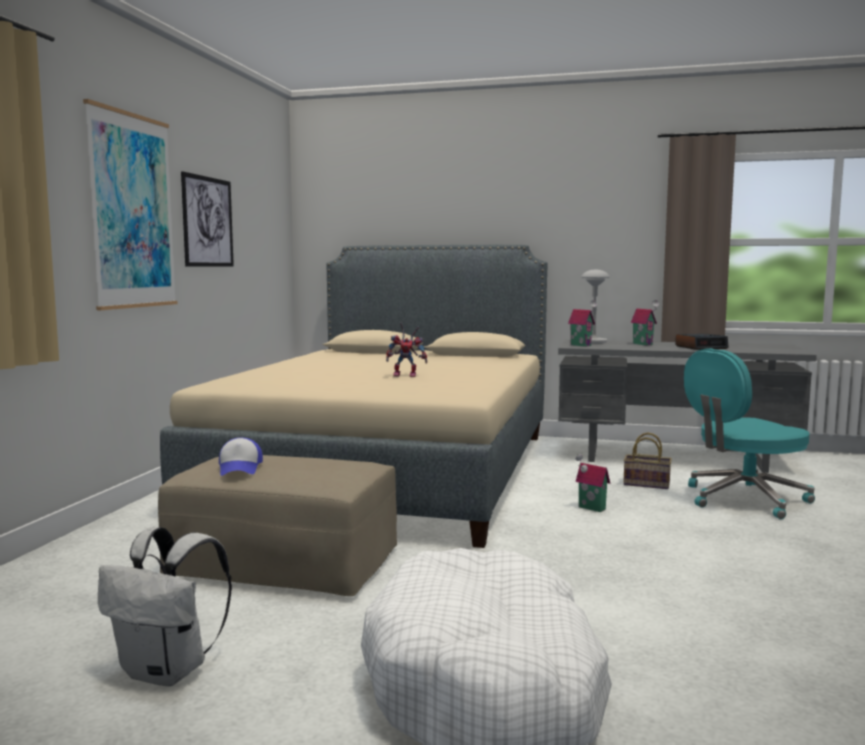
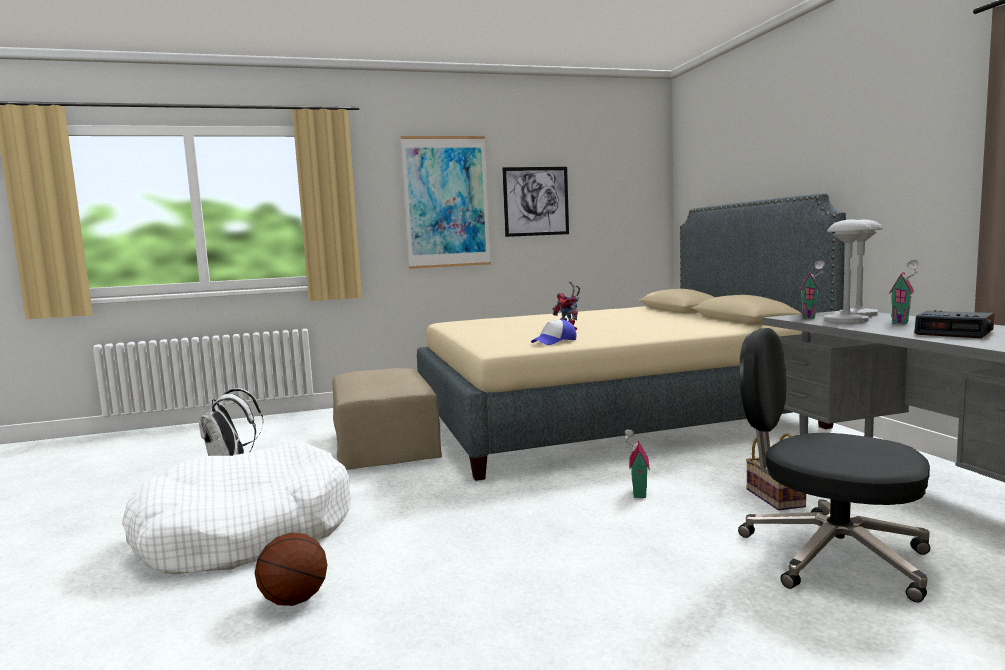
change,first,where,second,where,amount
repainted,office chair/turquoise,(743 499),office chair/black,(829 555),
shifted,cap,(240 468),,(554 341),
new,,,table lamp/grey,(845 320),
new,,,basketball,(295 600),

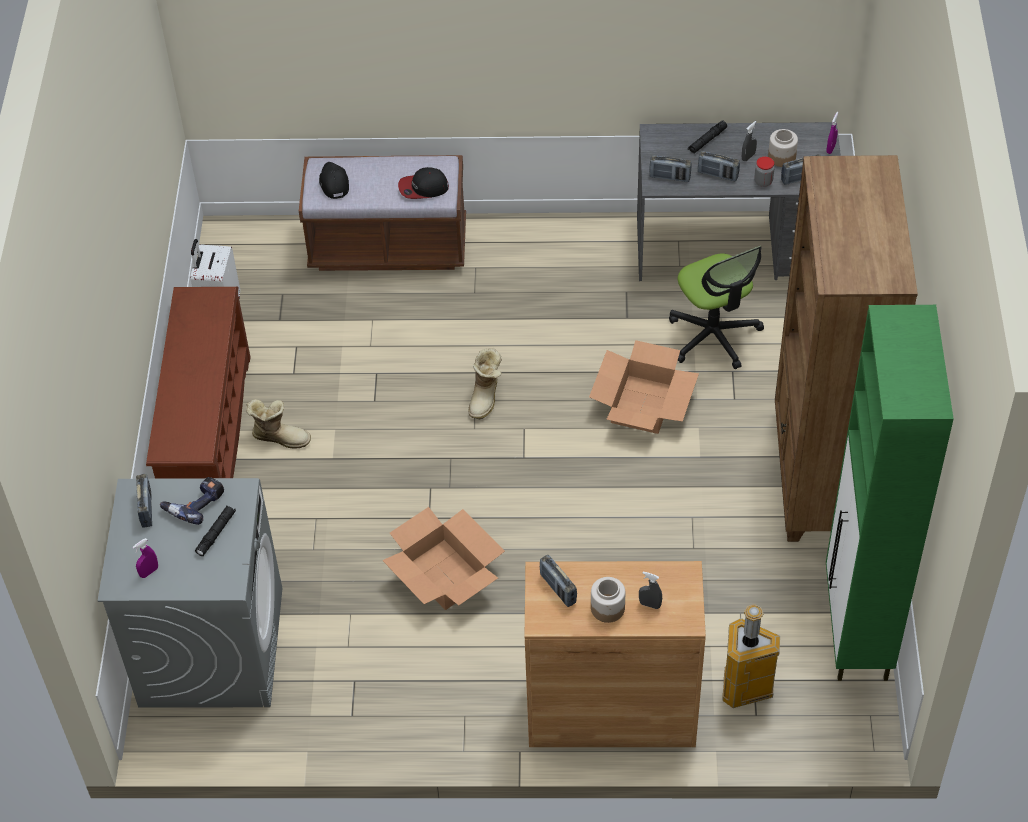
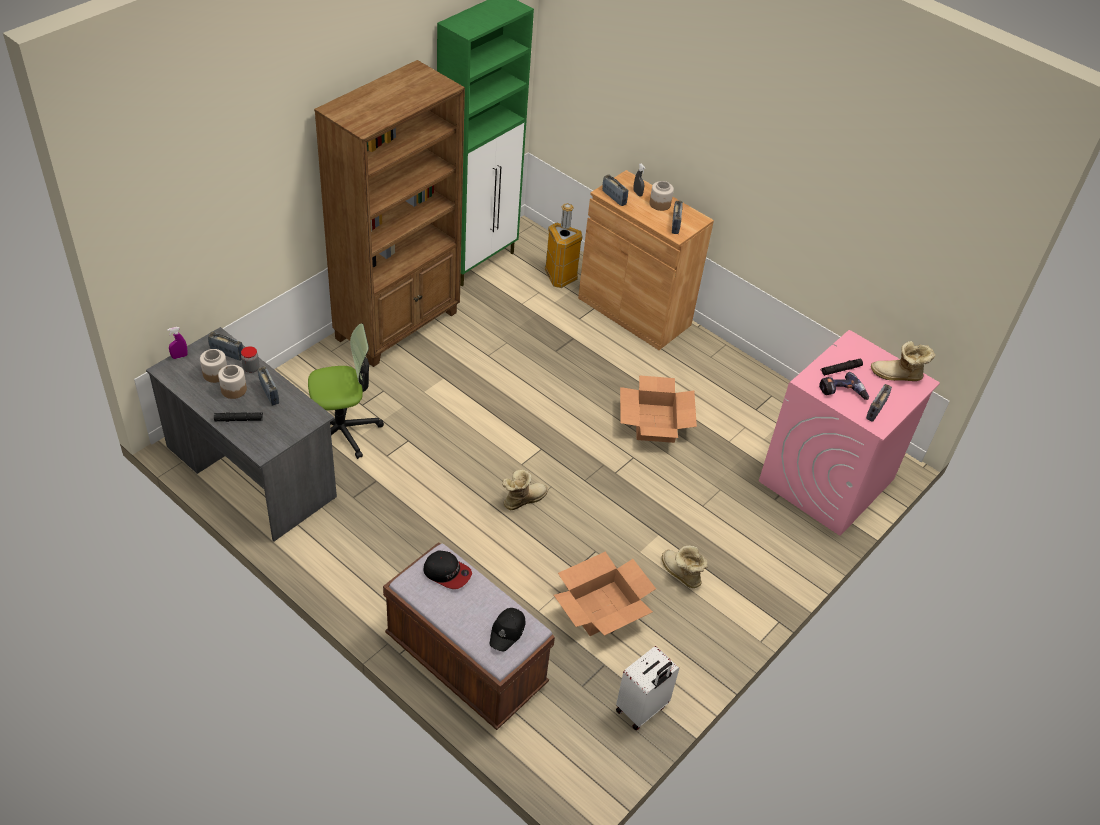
change,first,where,second,where,amount
swapped,spray bottle/grey,(748 157),jar,(233 389),
shifted,radio,(669 177),,(614 198),
rotated,office chair,(714 336),,(343 430),60 degrees clockwise
gone,shoe rack/brown,(208 437),,,
shifted,cardboard box,(643 404),,(601 608),
repainted,washing machine/grey,(211 646),washing machine/pink,(826 480),
swapped,spray bottle/purple,(149 572),boot,(897 376),

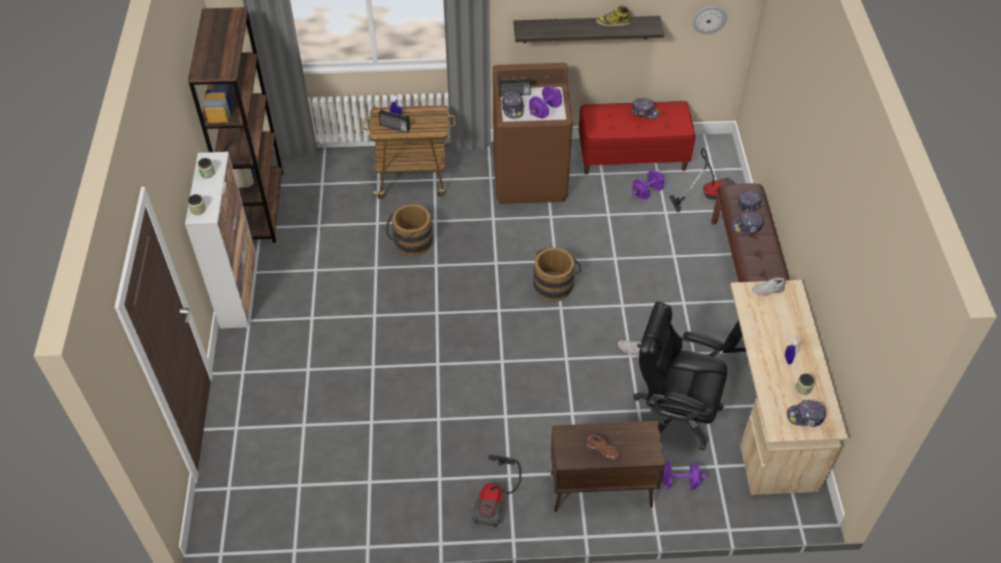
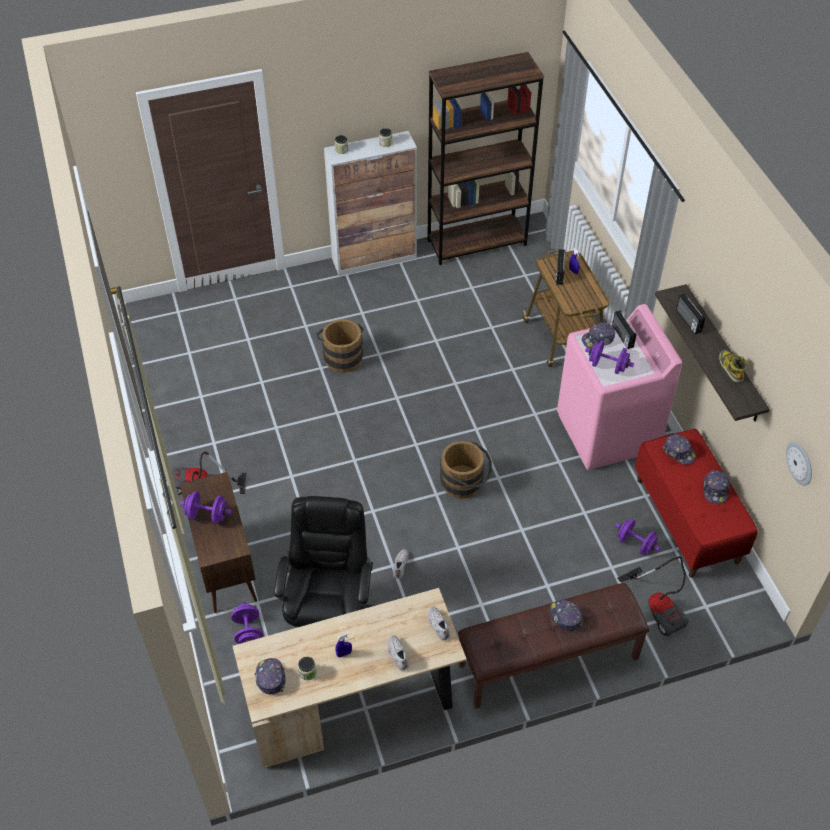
change,first,where,second,where,amount
repainted,washing machine/brown,(530 178),washing machine/pink,(607 432),
shifted,cap,(750 203),,(679 452),
shifted,bucket/brown,(409 243),,(342 356),
swapped,shoe/brown,(603 450),dumbbell/purple,(207 515),
new,,,radio,(687 321),
new,,,shoe/white,(397 654),

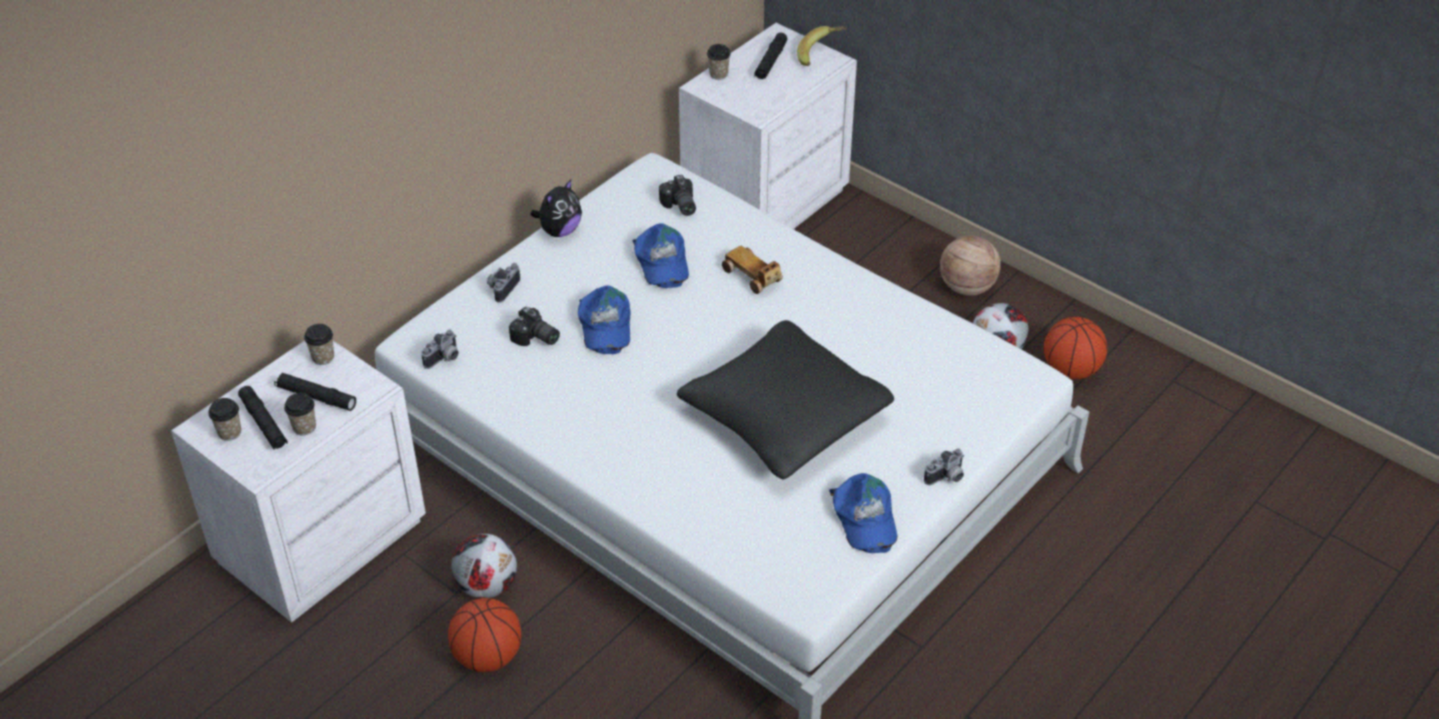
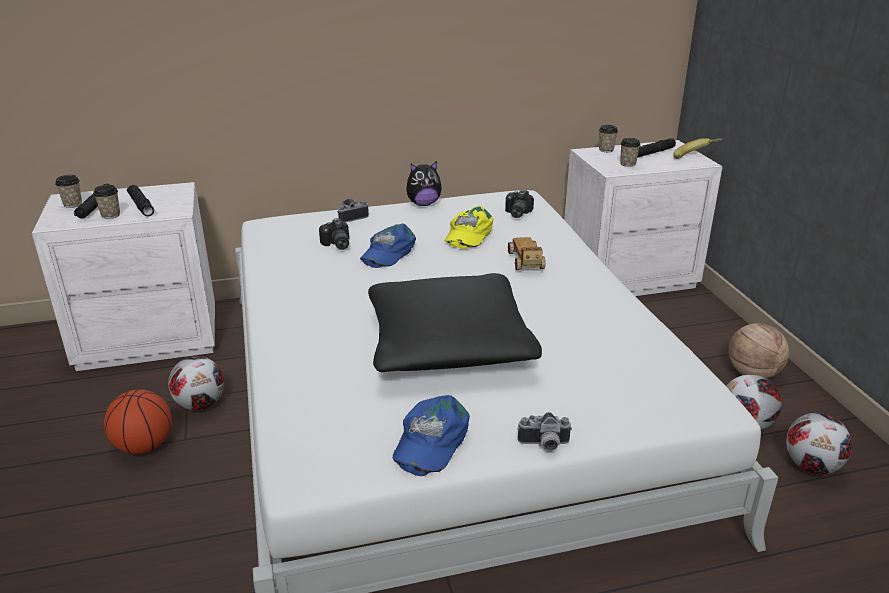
change,first,where,second,where,amount
repainted,cap/blue,(661 262),cap/yellow,(468 234),
swapped,basketball,(1070 370),football,(812 466),
shifted,cup,(323 357),,(628 164),
gone,photo camera,(444 359),,,

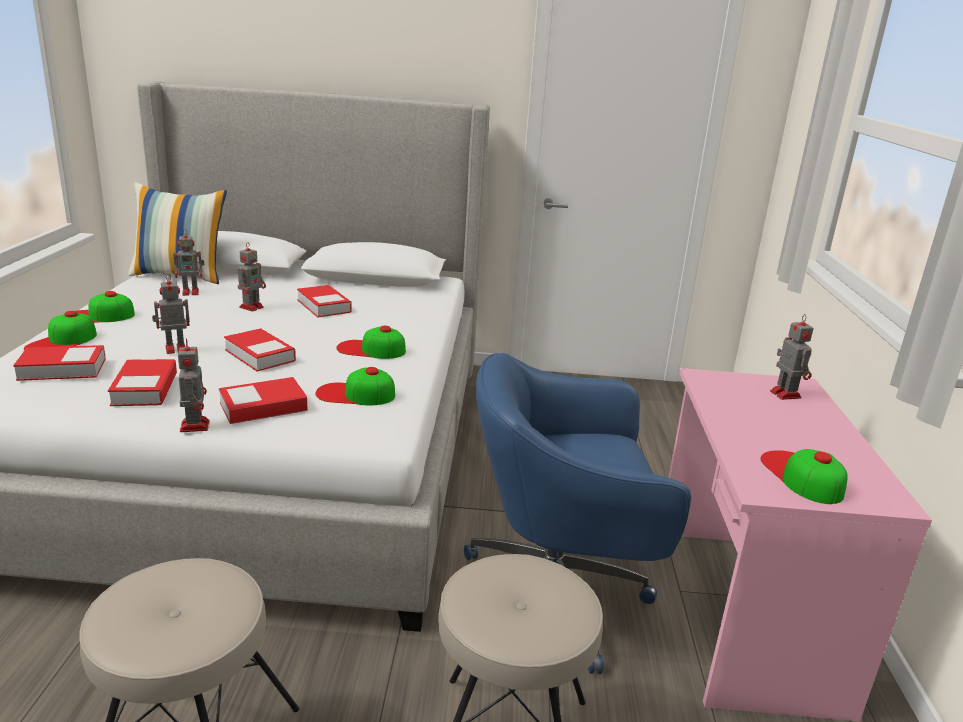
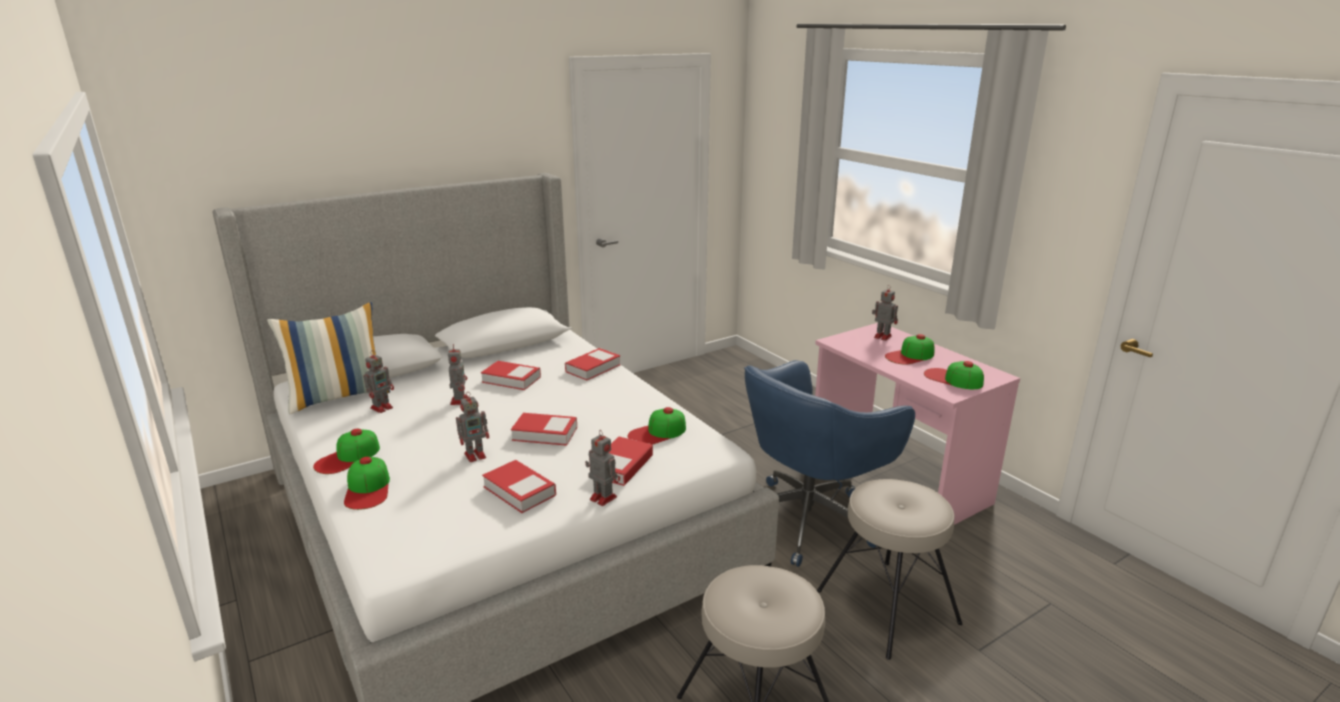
change,first,where,second,where,amount
rotated,toy robot,(174 349),,(476 455),150 degrees counterclockwise
shifted,cap,(371 349),,(910 356),
shifted,book,(62 369),,(593 368),

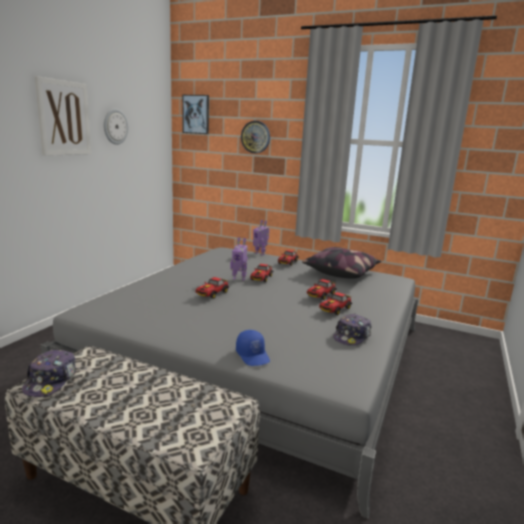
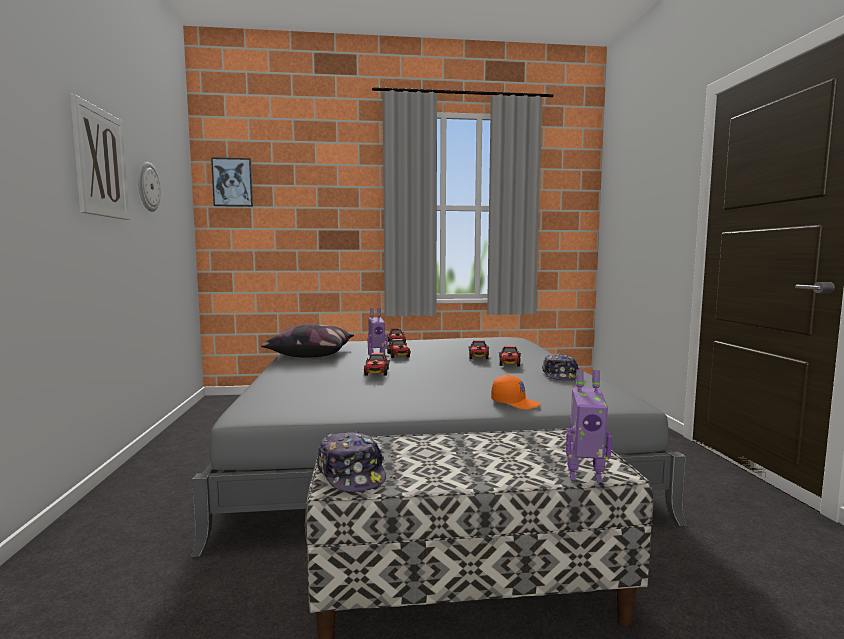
change,first,where,second,where,amount
gone,wall clock,(255 137),,,
shifted,toy robot,(260 253),,(584 476),
shifted,pillow,(341 272),,(311 354),
repainted,cap/blue,(253 355),cap/orange,(515 403),

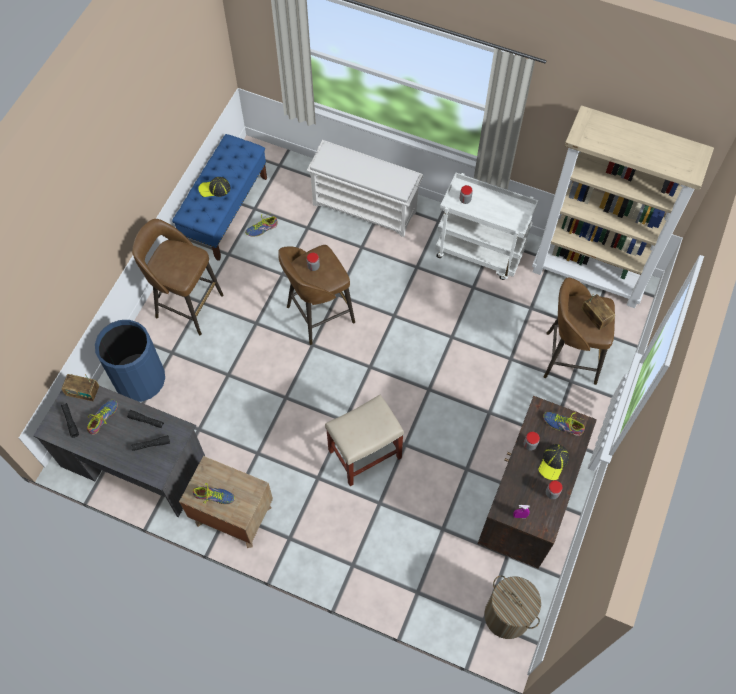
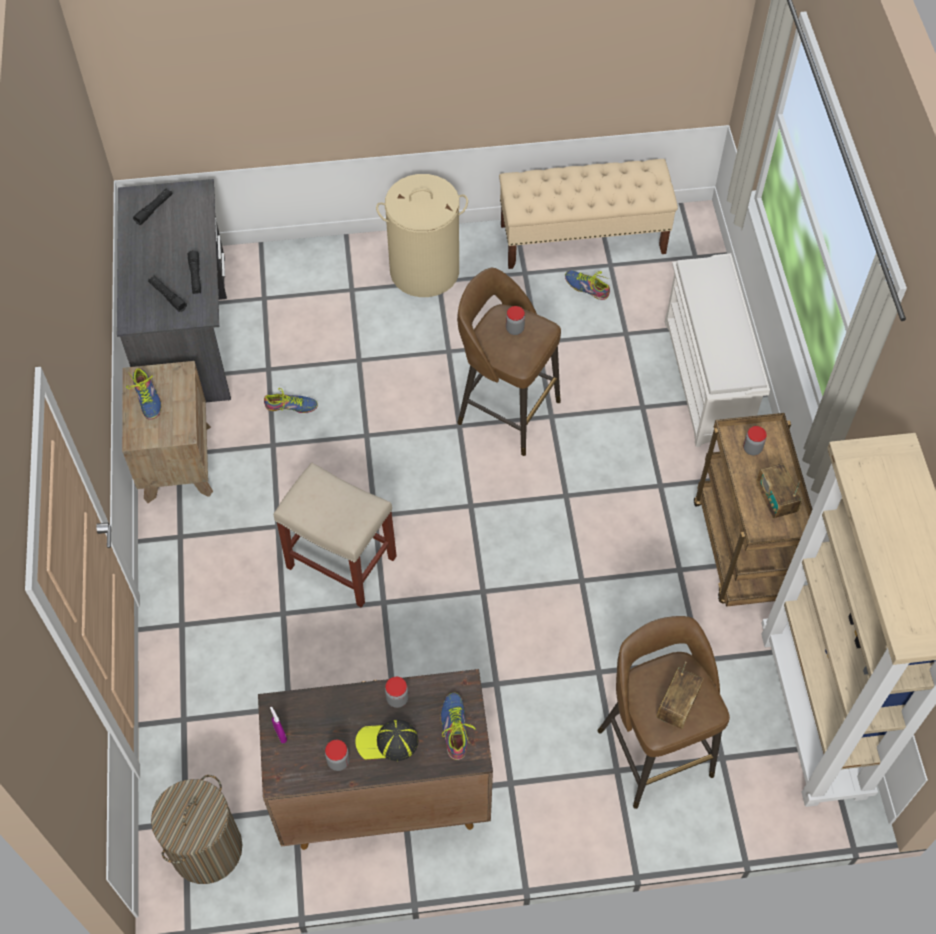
change,first,where,second,where,amount
repainted,bench/blue,(226 211),bench/beige,(583 238),
repainted,cart/white,(480 252),cart/brown,(742 552),
gone,cap,(215 189),,,
swapped,stool/brown,(187 305),laundry basket/beige,(425 270),
gone,trash can/blue,(140 379),,,
shifted,radio,(83 392),,(775 500),
shifted,shoe,(103 418),,(291 406),

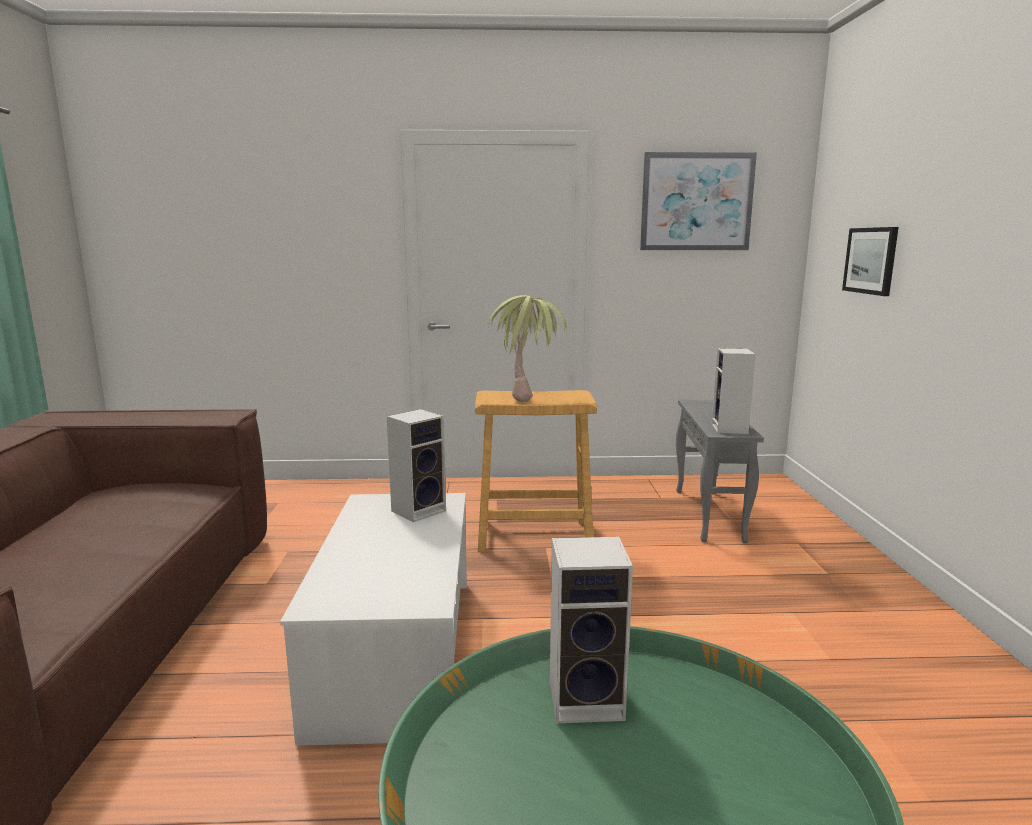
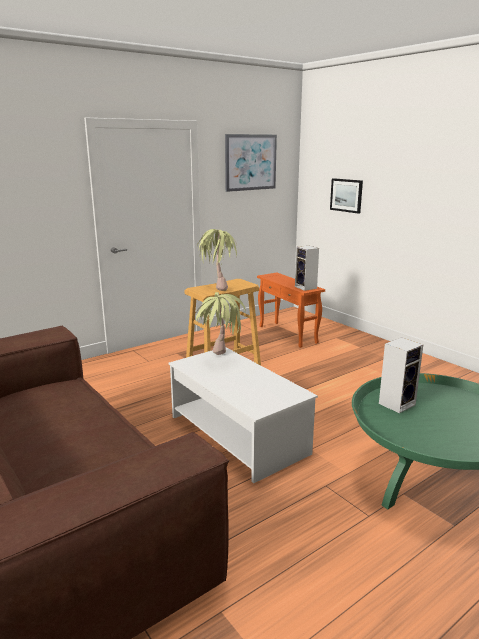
change,first,where,second,where,amount
repainted,side table/grey,(709 515),side table/orange,(287 334),
swapped,speaker,(419 510),potted plant,(220 360),

